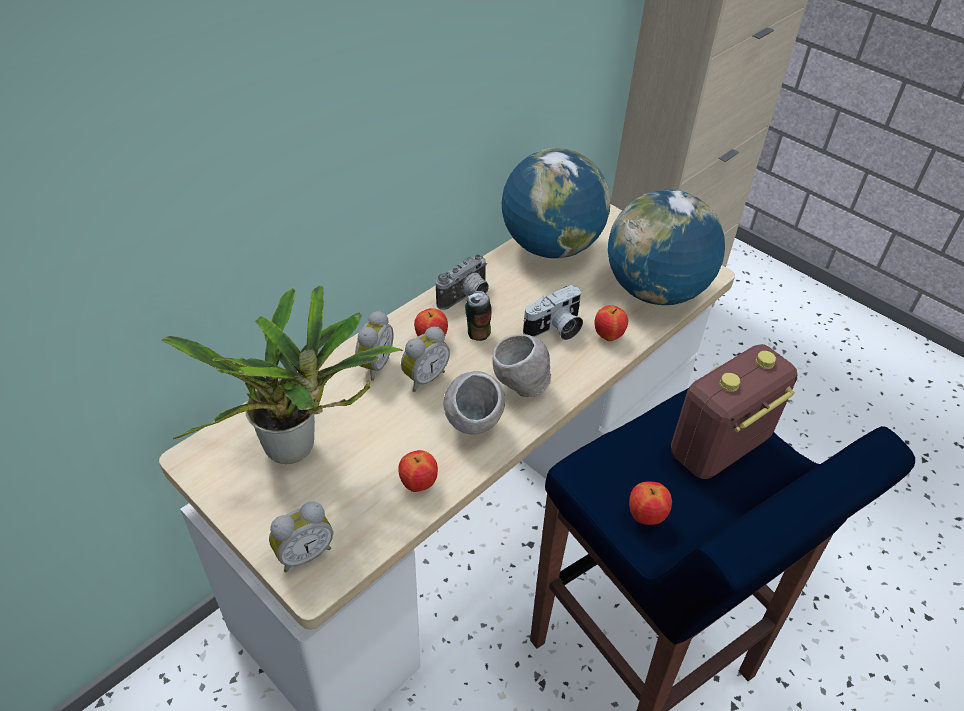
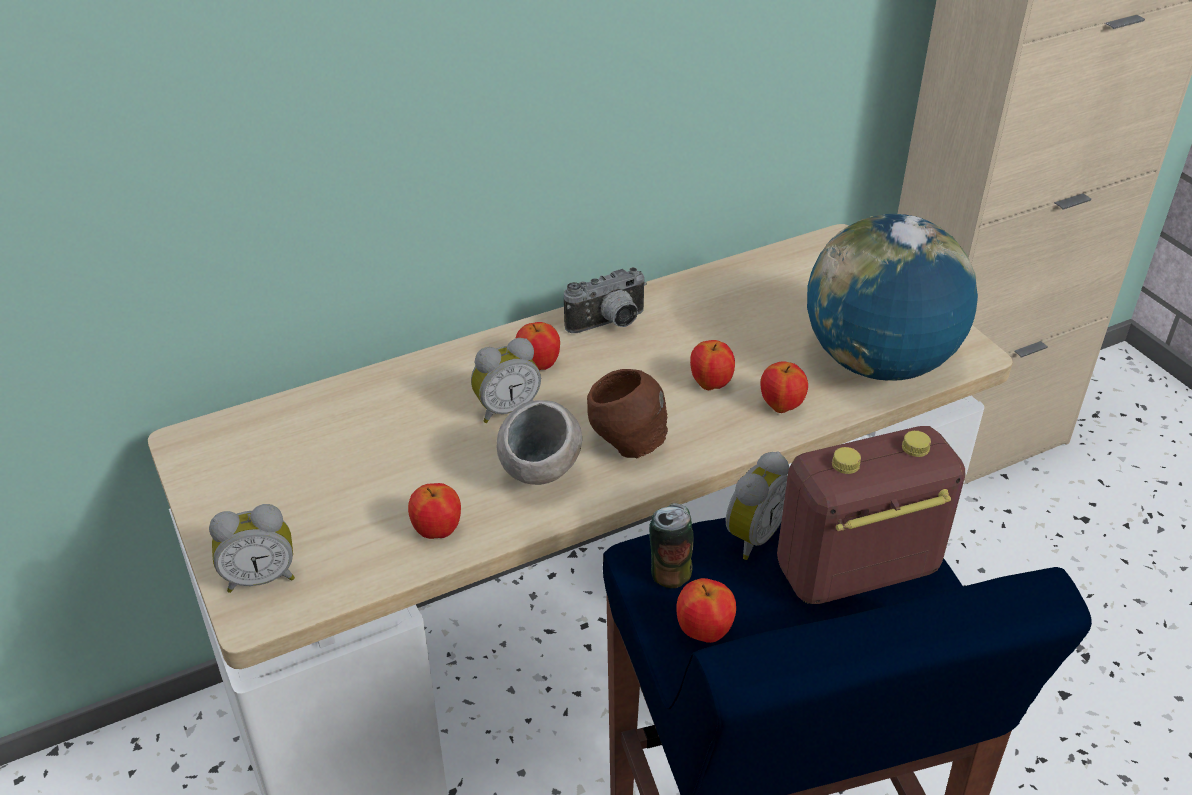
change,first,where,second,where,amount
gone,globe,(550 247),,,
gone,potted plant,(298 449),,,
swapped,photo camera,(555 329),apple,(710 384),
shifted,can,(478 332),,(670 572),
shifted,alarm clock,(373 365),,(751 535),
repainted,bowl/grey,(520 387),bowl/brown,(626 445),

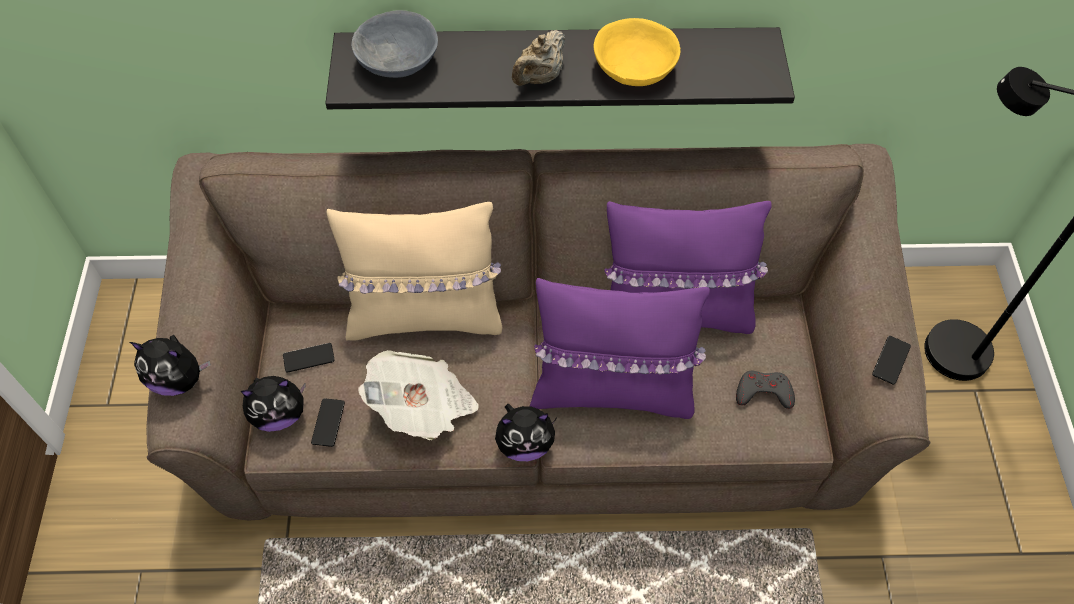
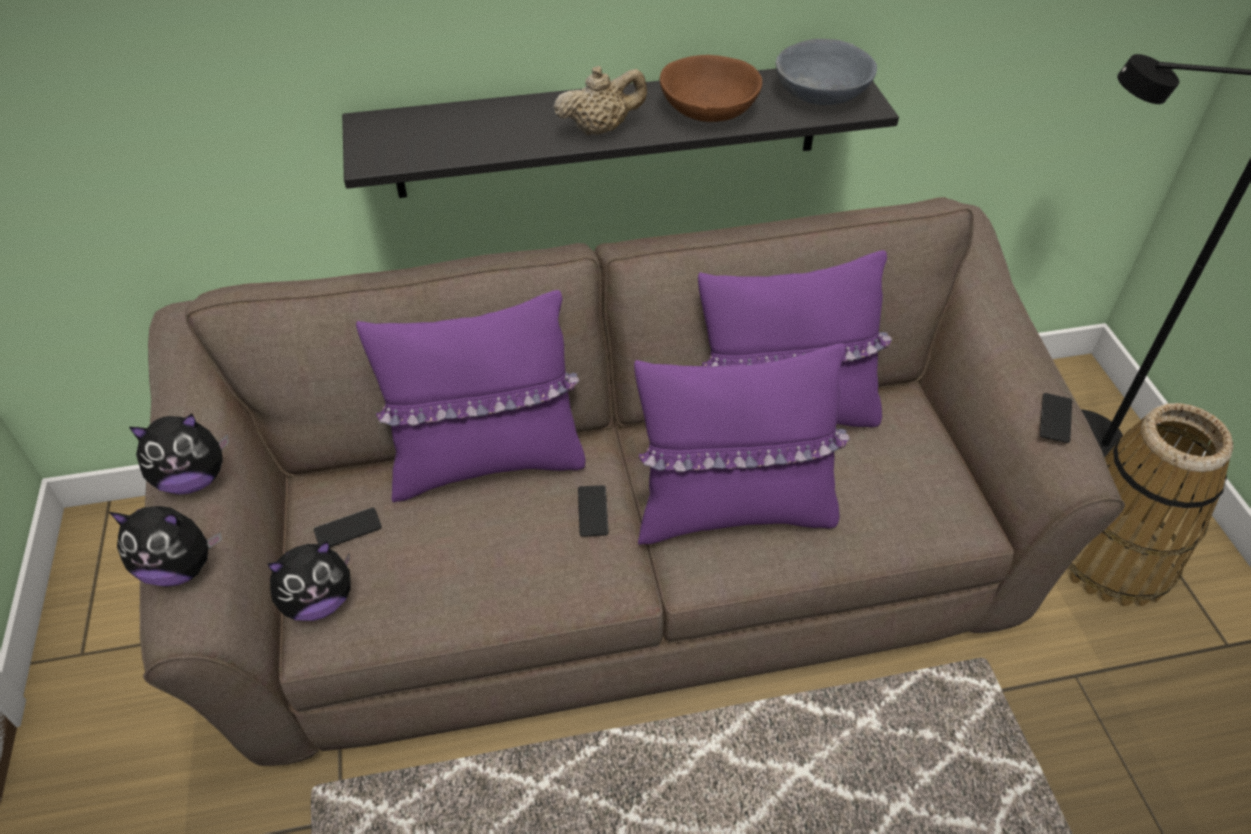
change,first,where,second,where,amount
shifted,bowl/grey,(398 61),,(822 94),
repainted,bowl/yellow,(635 67),bowl/brown,(709 109),
rotated,teapot/beige,(539 78),,(601 129),135 degrees counterclockwise
repainted,pillow/beige,(425 316),pillow/purple,(487 462),
gone,newspaper,(423 407),,,
gone,game controller/grey,(763 392),,,
shifted,phone,(328 422),,(593 511),
shifted,plush toy,(525 444),,(193 479),
new,,,basket,(1113 557),

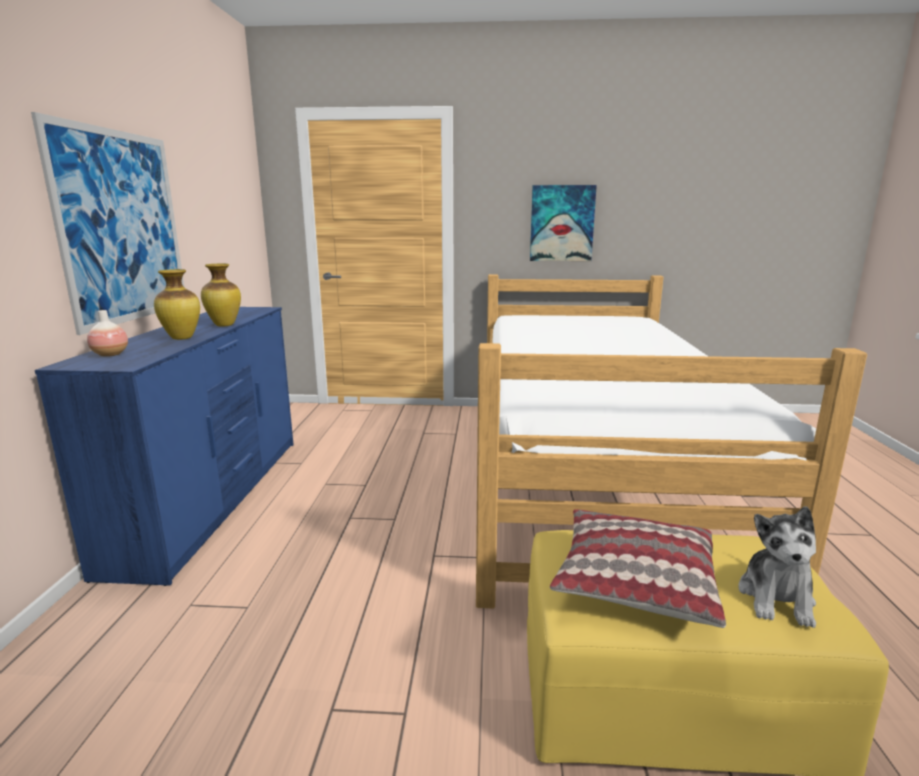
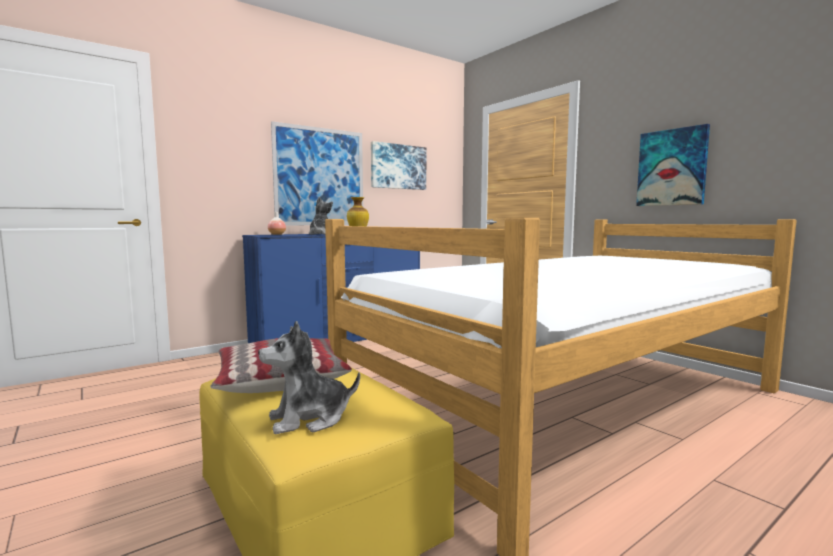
change,first,where,second,where,amount
swapped,vase,(181 338),plush toy,(320 234),
new,,,picture,(398 167),

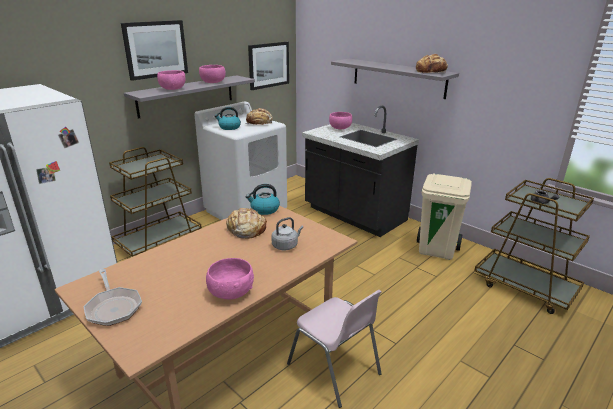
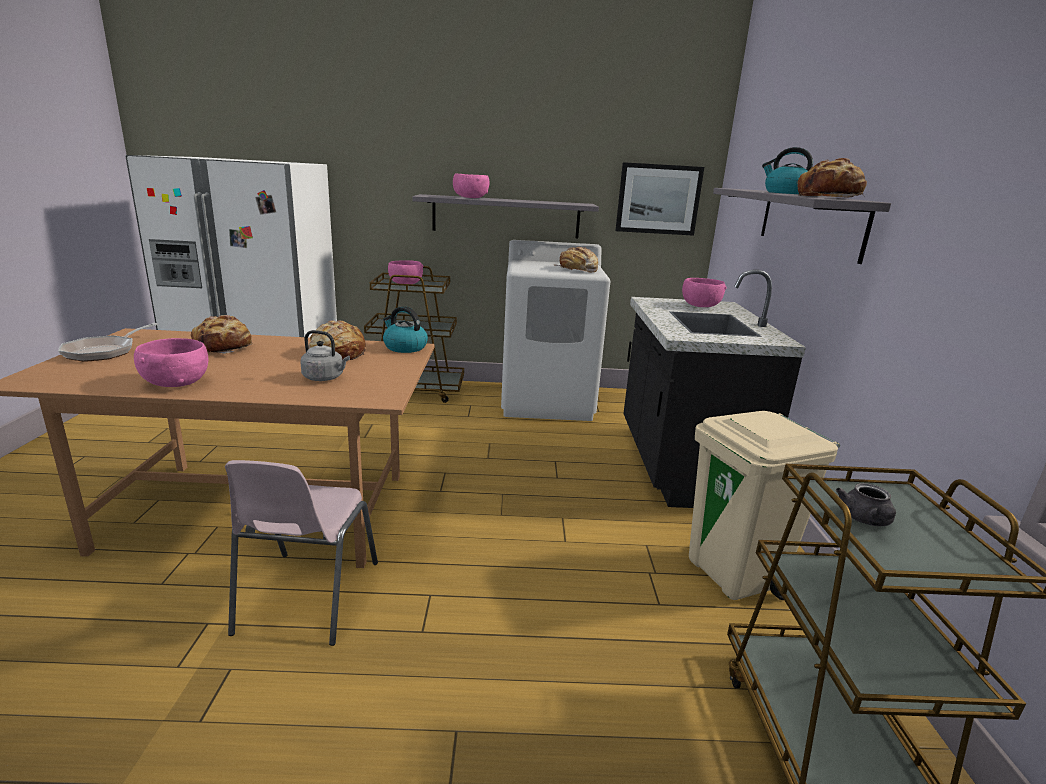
change,first,where,second,where,amount
gone,picture,(155 49),,,
shifted,bowl/pink,(213 82),,(405 284),
shifted,kettle,(229 127),,(785 193),
new,,,bread,(224 347),

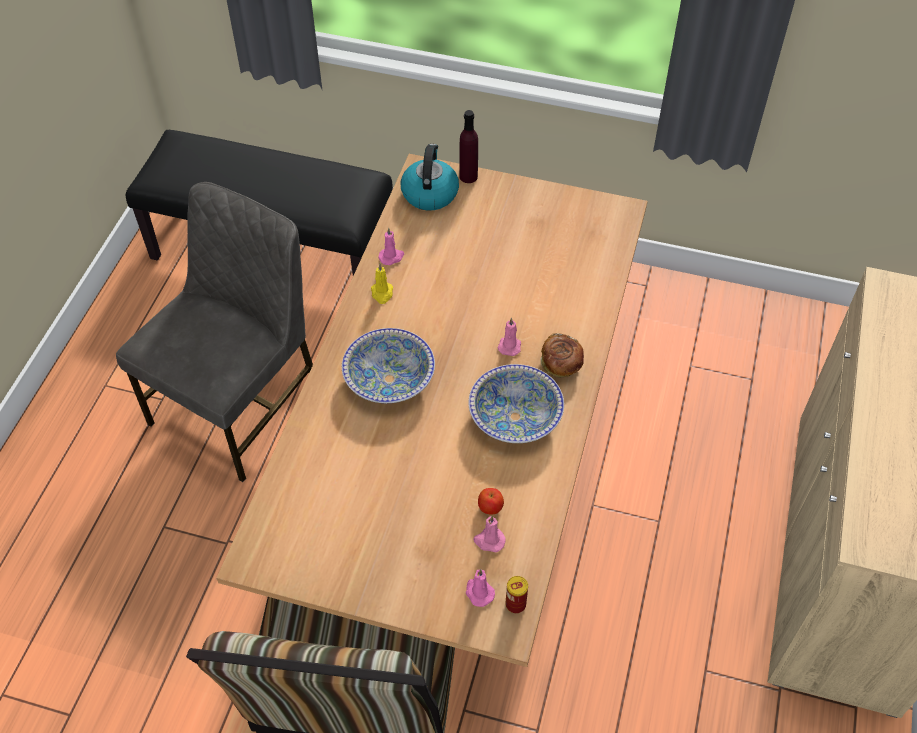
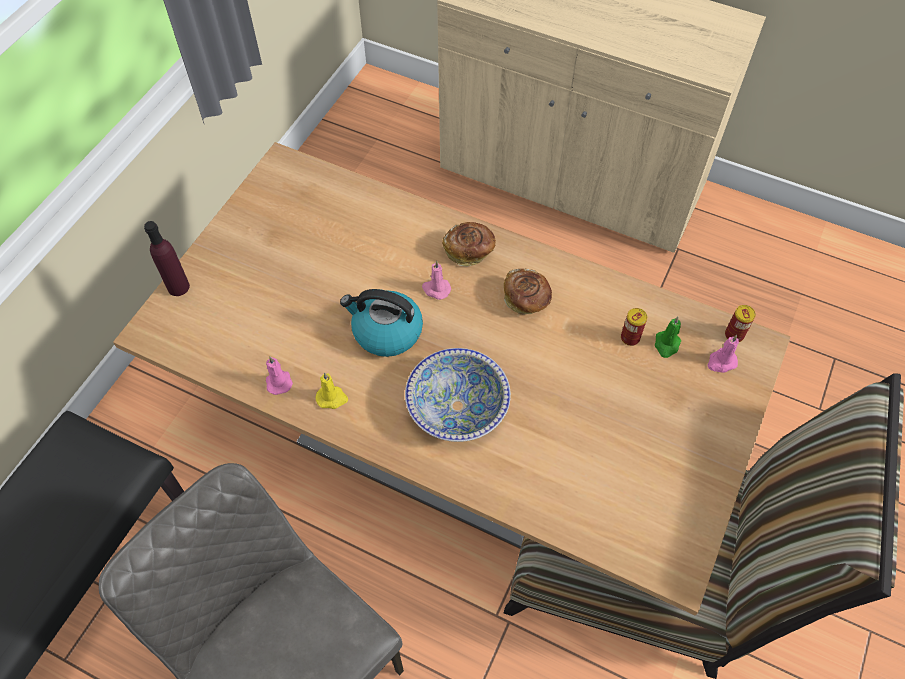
change,first,where,second,where,amount
shifted,kettle,(429 193),,(386 332),
swapped,bowl,(515 417),bread,(526 300),
swapped,apple,(490 507),can,(630 338),
repainted,candle/pink,(489 541),candle/green,(666 345),

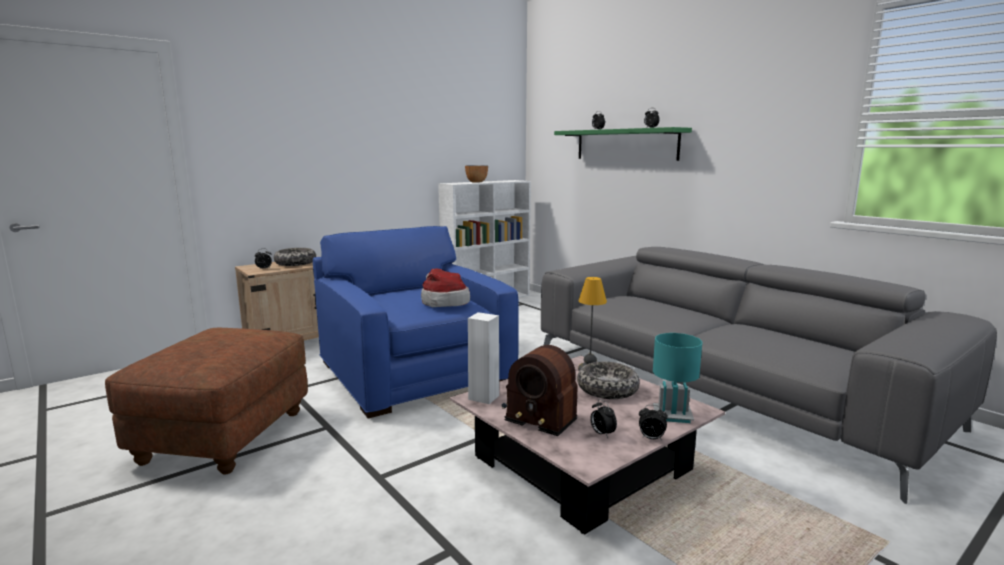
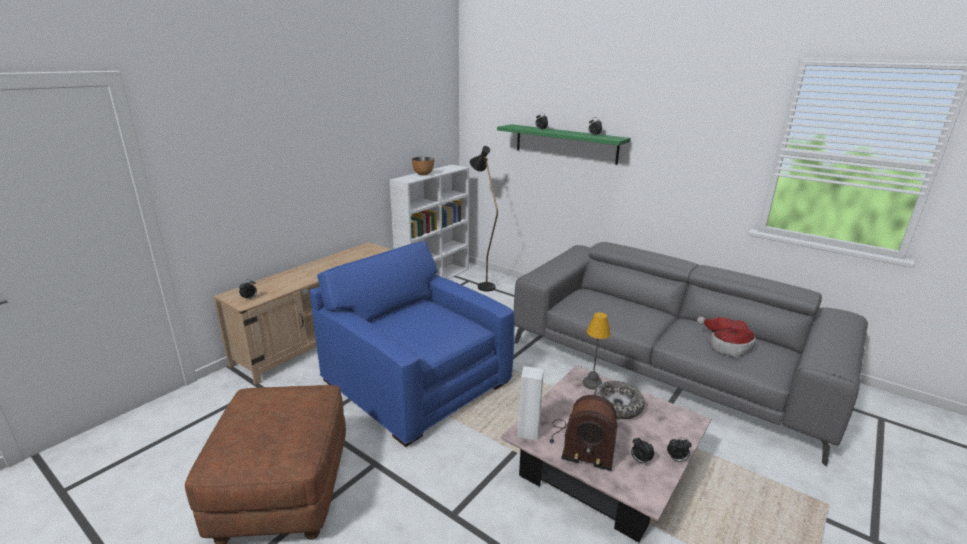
change,first,where,second,where,amount
gone,bowl,(295 263),,,
shifted,hat,(443 301),,(726 346),
gone,table lamp/turquoise,(672 415),,,
new,,,floor lamp/black,(482 285),

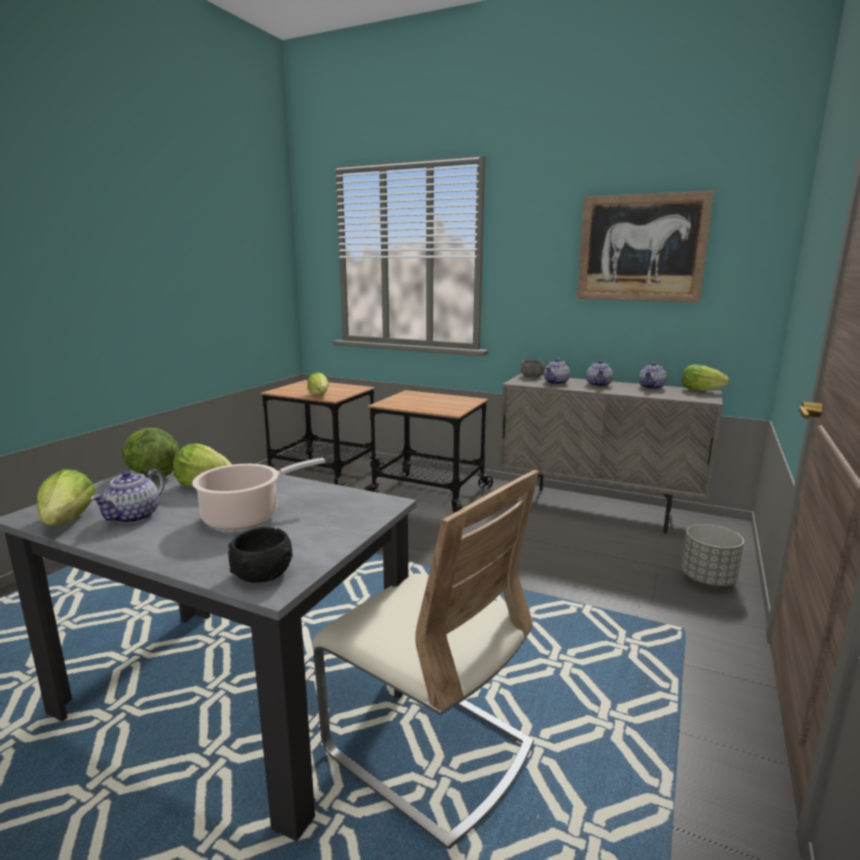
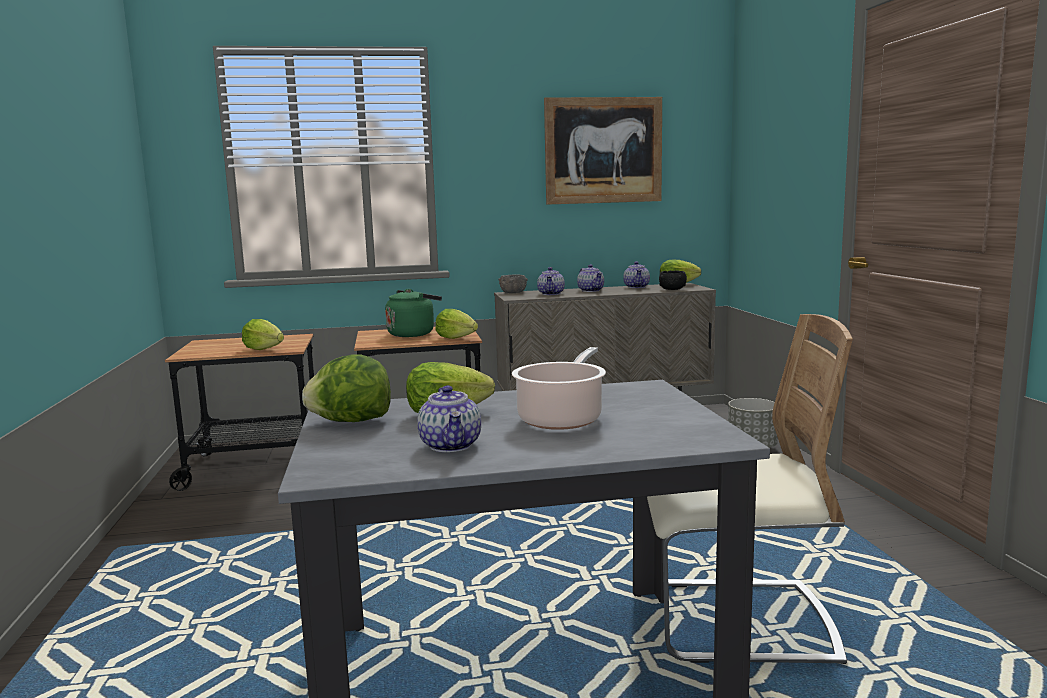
change,first,where,second,where,amount
shifted,lettuce,(68 521),,(456 338),
shifted,bowl/black,(262 574),,(672 289),
new,,,kettle/green,(413 334),

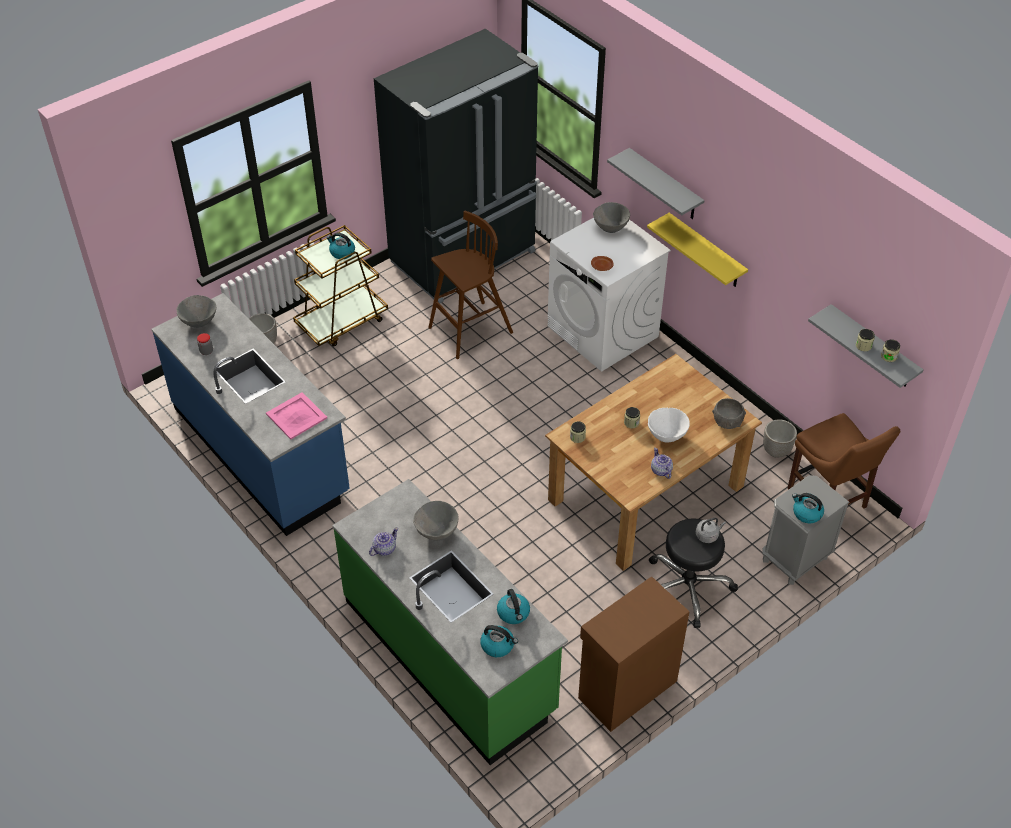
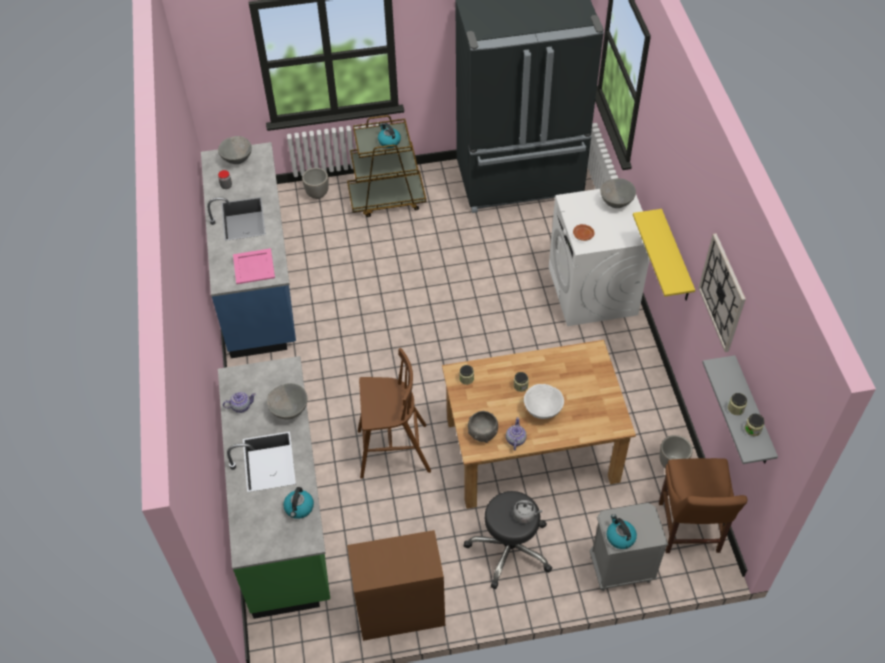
change,first,where,second,where,amount
gone,shelf/grey,(665 185),,,
shifted,stool/brown,(469 331),,(392 451),
shifted,bowl/grey,(727 422),,(482 433),
gone,kettle,(498 645),,,
new,,,wall clock,(722 293),

